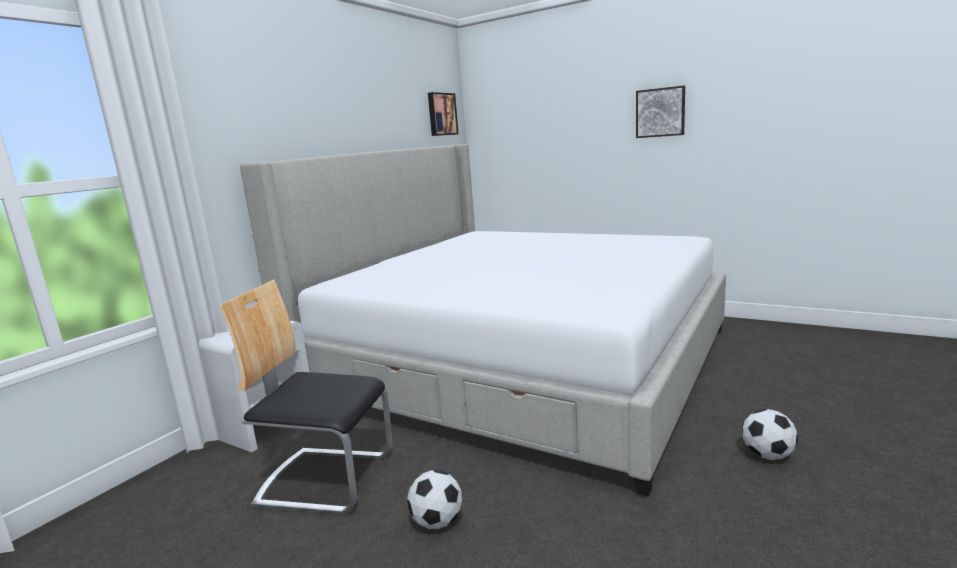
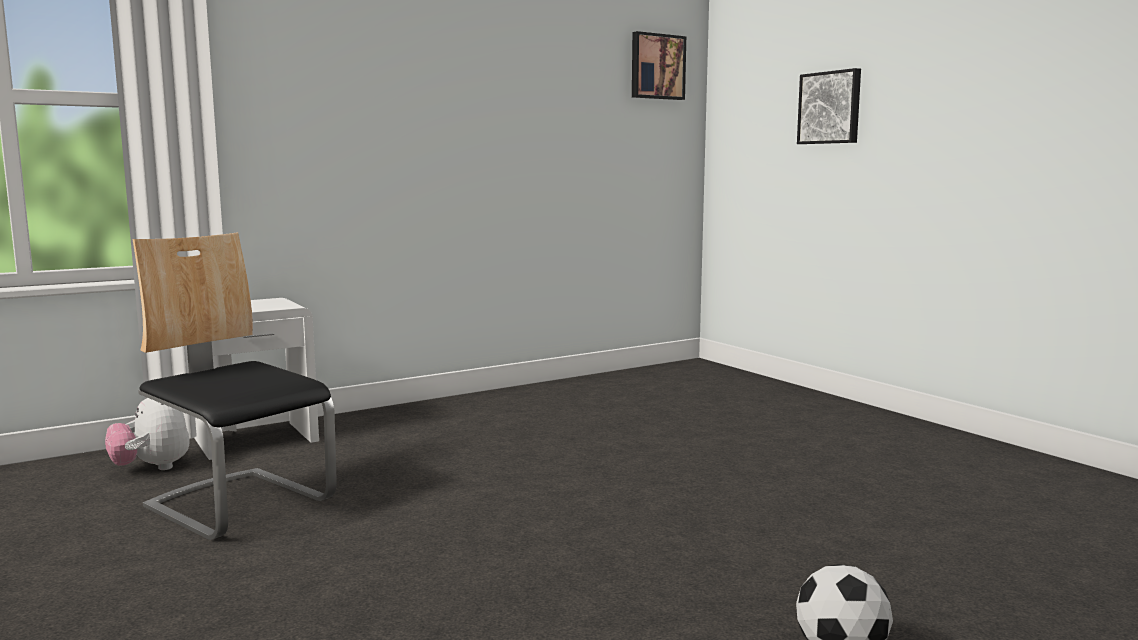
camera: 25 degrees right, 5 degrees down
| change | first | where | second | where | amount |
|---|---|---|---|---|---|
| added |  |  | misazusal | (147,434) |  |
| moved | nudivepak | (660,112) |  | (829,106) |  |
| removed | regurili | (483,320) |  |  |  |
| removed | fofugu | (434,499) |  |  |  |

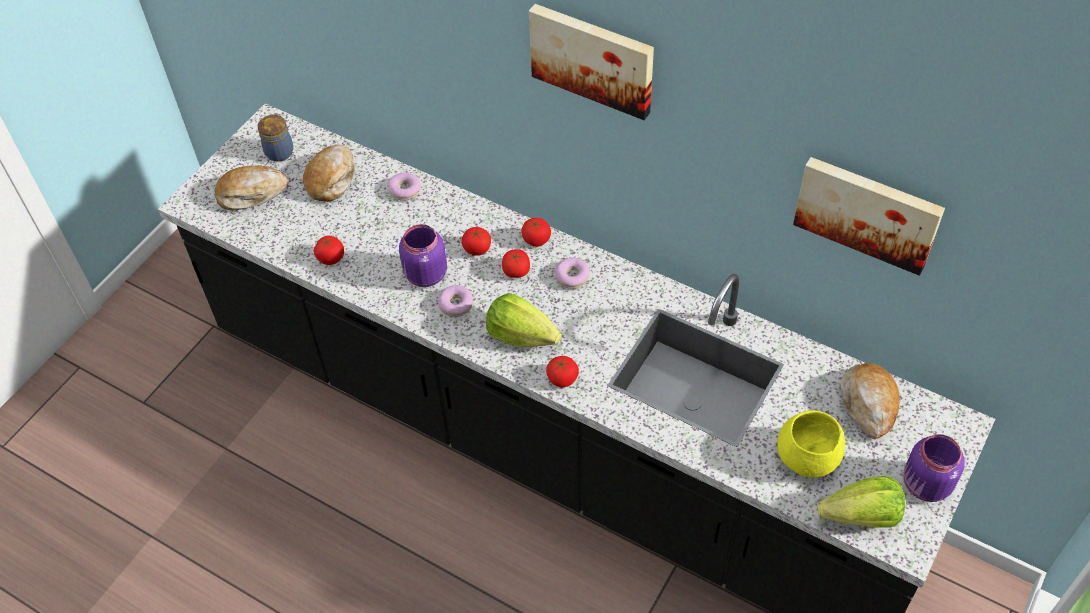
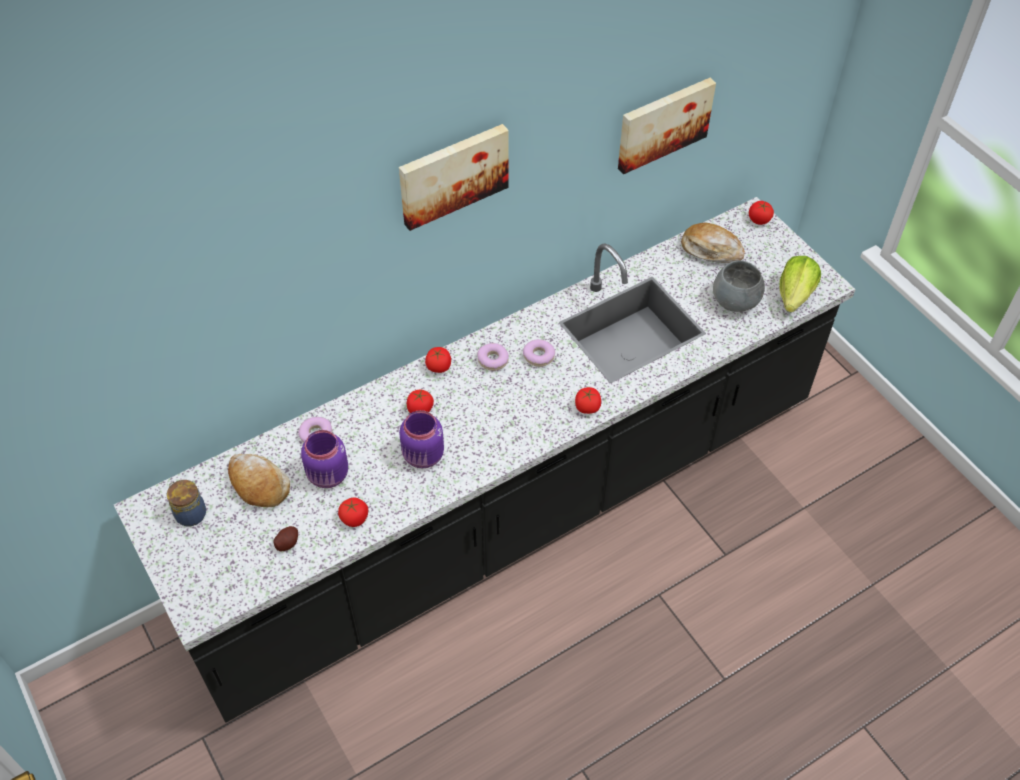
camera: 65 degrees left, 0 degrees up
| change | first | where | second | where | amount |
|---|---|---|---|---|---|
| added |  |  | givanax | (286,539) |  |
| moved | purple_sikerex | (934,468) |  | (324,459) |  |
| moved | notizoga | (455,301) |  | (539,353) |  |
| recoloured | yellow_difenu | (811,443) | grey_difenu | (739,286) |  |
| moved | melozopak | (516,263) |  | (761,213) |  |
| removed | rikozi | (252,188) |  |  |  |
| removed | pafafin | (523,320) |  |  |  |

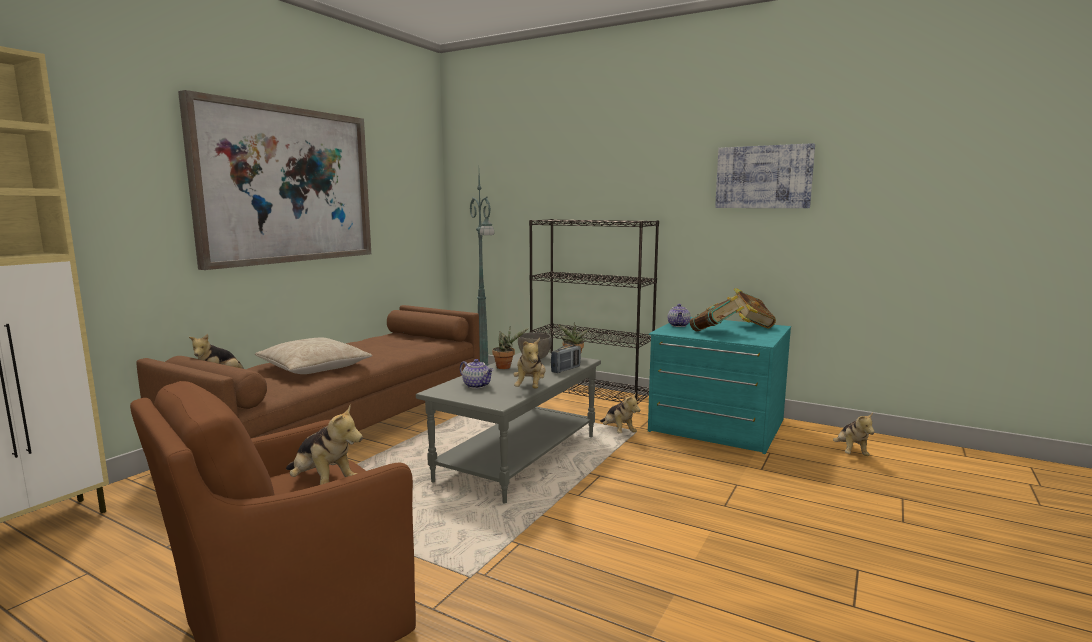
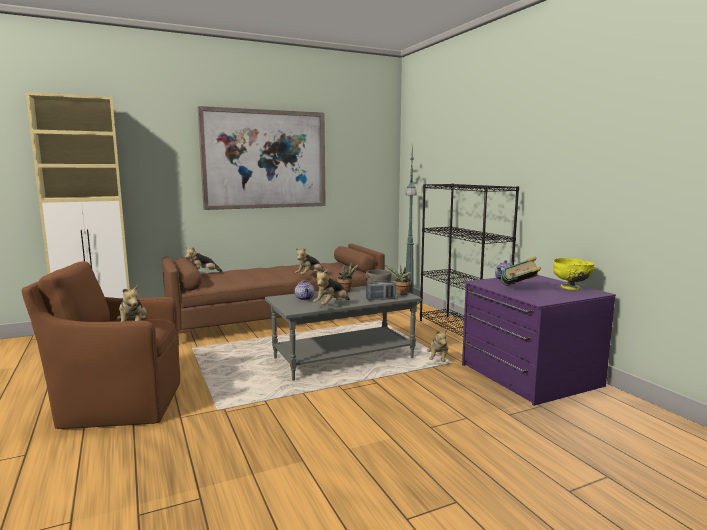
camera: 35 degrees right, 0 degrees up
| change | first | where | second | where | amount |
|---|---|---|---|---|---|
| moved | misazusal | (854,434) |  | (310,261) |  |
| recoloured | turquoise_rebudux | (719,385) | purple_rebudux | (539,340) |  |
| replaced | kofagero | (751,308) | yellow_difenu | (573,274) |  |
| removed | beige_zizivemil | (313,356) |  |  |  |
| removed | nudivepak | (765,175) |  |  |  |

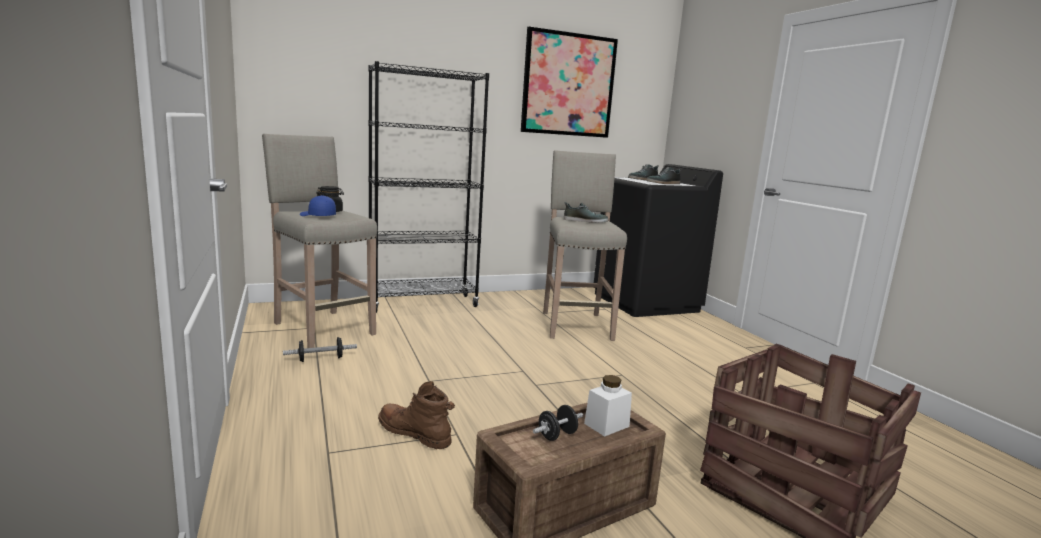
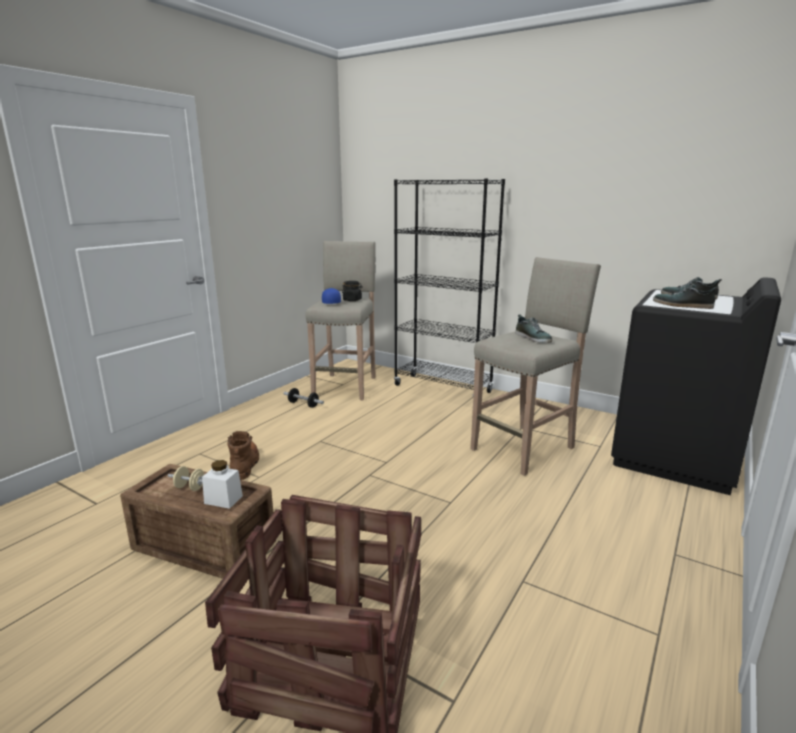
camera: 55 degrees right, 5 degrees up
| change | first | where | second | where | amount |
|---|---|---|---|---|---|
| recoloured | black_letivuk | (558,423) | beige_letivuk | (186,478) |  |
| removed | nudivepak | (569,82) |  |  |  |

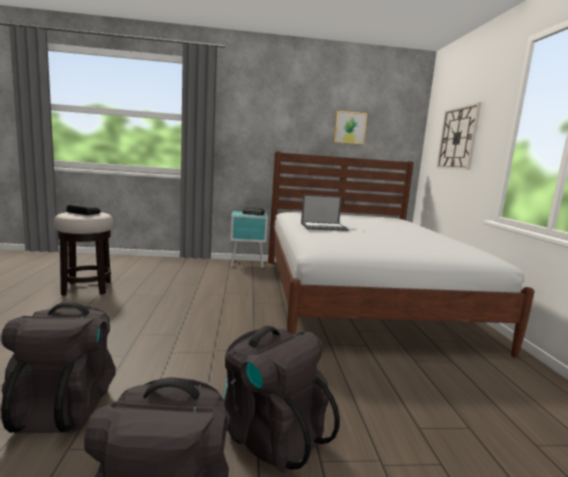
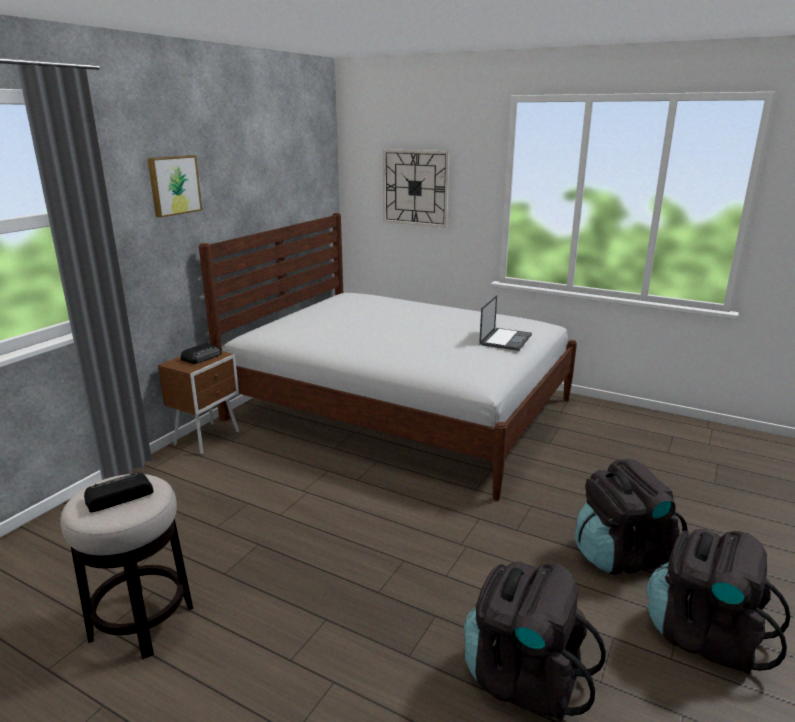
camera: 55 degrees left, 10 degrees up
| change | first | where | second | where | amount |
|---|---|---|---|---|---|
| moved | nudivepak | (350,128) |  | (175,186) |  |
| recoloured | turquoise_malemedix | (249,239) | brown_malemedix | (198,402) |  |
| moved | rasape | (325,212) |  | (505,323) |  |

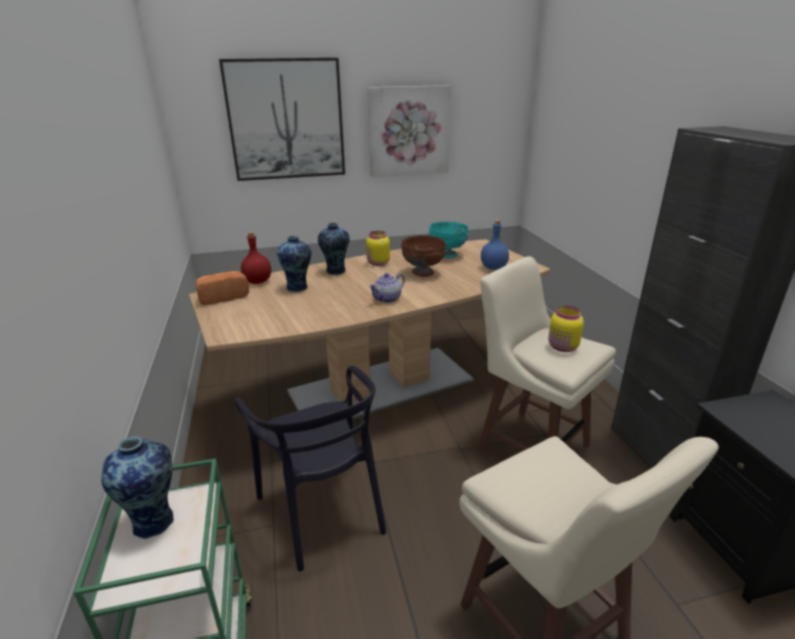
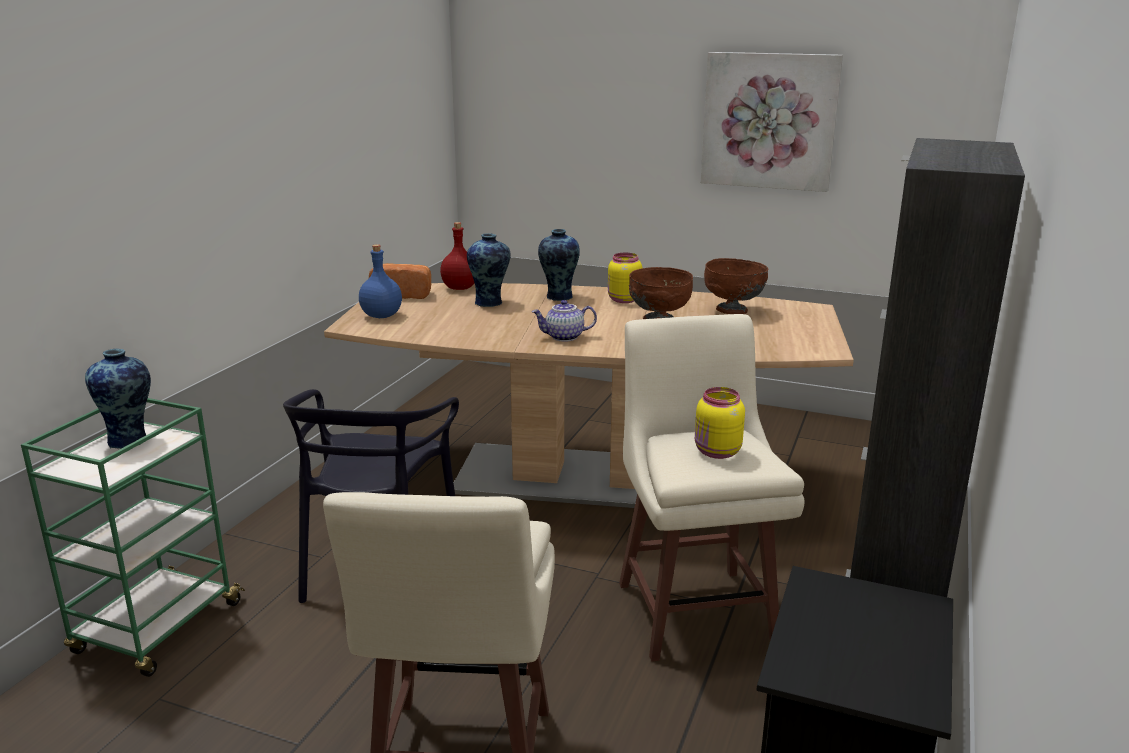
camera: 35 degrees right, 5 degrees down
| change | first | where | second | where | amount |
|---|---|---|---|---|---|
| moved | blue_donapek | (495,245) |  | (380,281) |  |
| recoloured | turquoise_difenu | (449,240) | brown_difenu | (736,286) |  |
| removed | nudivepak | (282,119) |  |  |  |

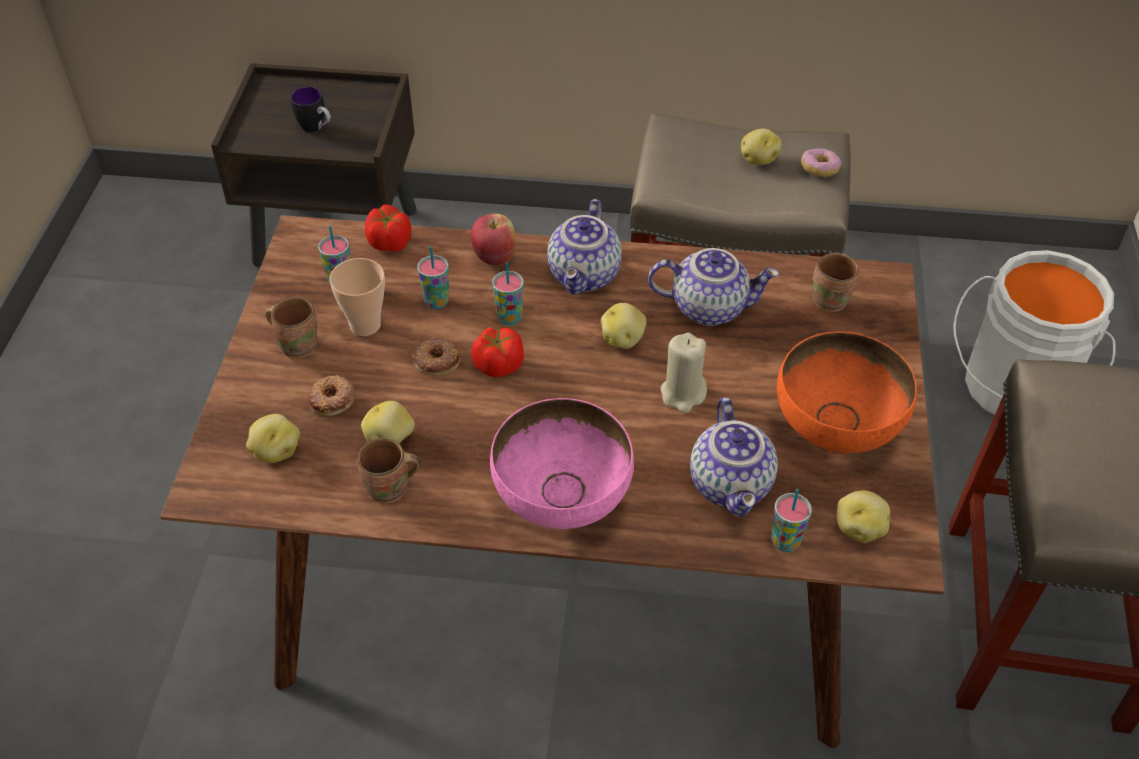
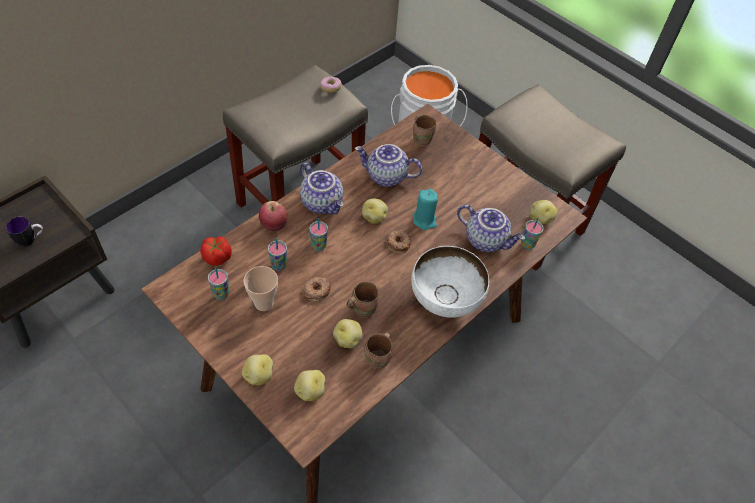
camera: 55 degrees left, 5 degrees up
| change | first | where | second | where | amount |
|---|---|---|---|---|---|
| moved | givanax | (761,146) |  | (257,369) |  |
| moved | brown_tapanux | (291,328) |  | (363,299) |  |
| turned | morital | (713,287) |  | (388,165) | 120 degrees counterclockwise |
| moved | notizoga | (331,395) |  | (399,242) |  |
| recoloured | pink_difenu | (562,463) | white_difenu | (450,282) |  |
| recoloured | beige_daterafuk | (683,373) | turquoise_daterafuk | (425,209) |  |
| removed | melozopak | (497,352) |  |  |  |
| removed | orange_difenu | (847,393) |  |  |  |

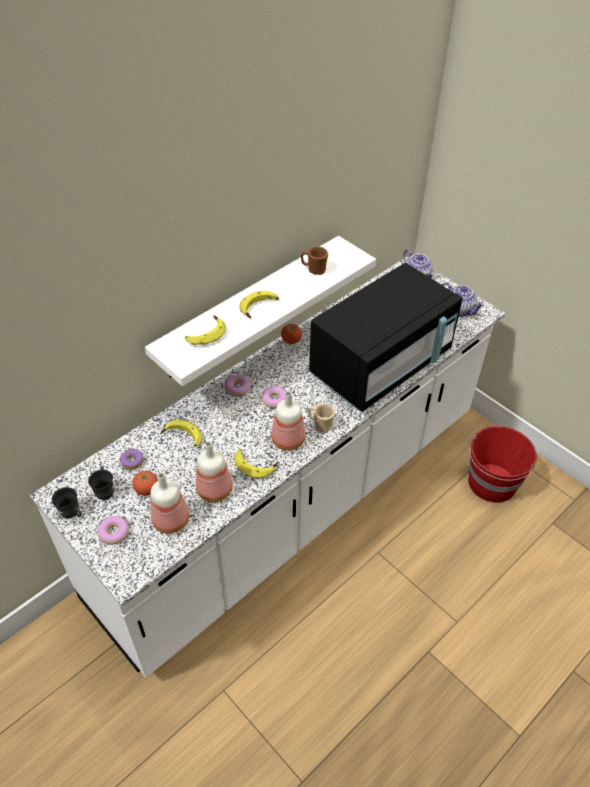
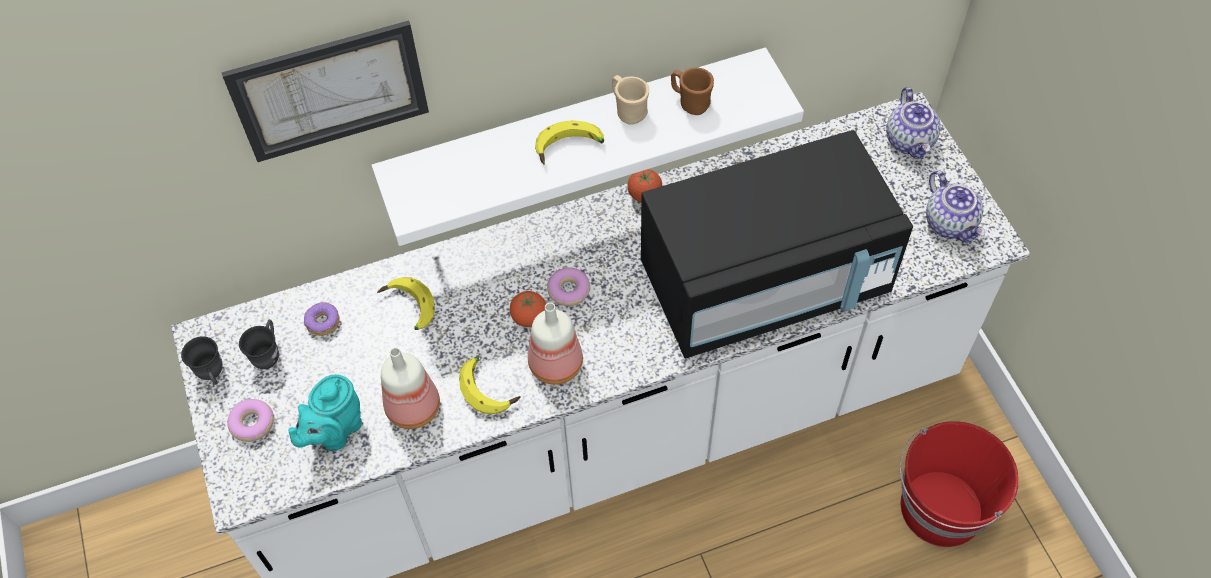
camera: 25 degrees right, 10 degrees up
| change | first | where | second | where | amount |
|---|---|---|---|---|---|
| added |  |  | nudivepak | (325,91) |  |
| replaced | donapek | (169,503) | turquoise_morital | (325,412) |  |
| moved | melozopak | (145,483) |  | (528,309) |  |
| moved | beige_tapanux | (321,418) |  | (630,100) |  |
| removed | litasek | (205,330) |  |  |  |
| removed | notizoga | (237,386) |  |  |  |

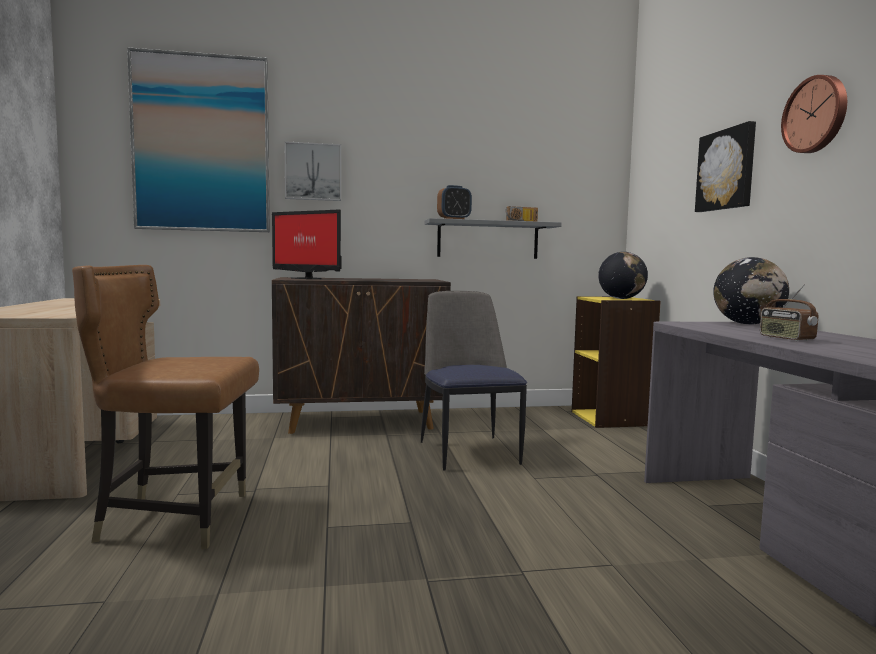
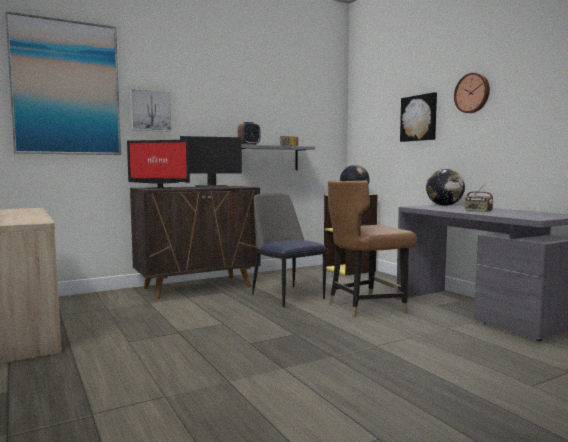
camera: 20 degrees left, 0 degrees up
| change | first | where | second | where | amount |
|---|---|---|---|---|---|
| added |  |  | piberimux | (211,162) |  |
| moved | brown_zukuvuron | (165,407) |  | (372,248) |  |

